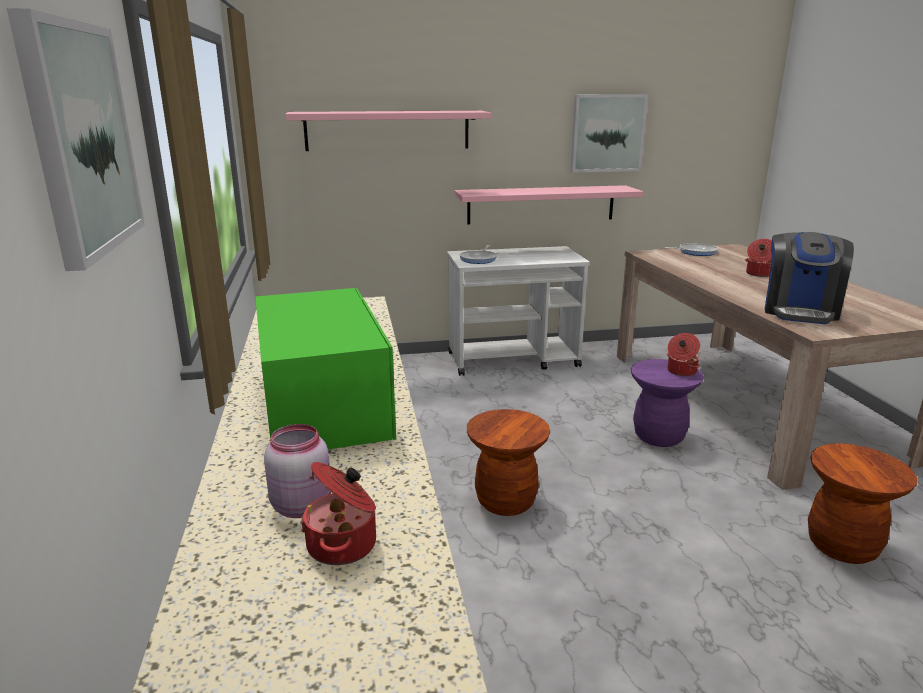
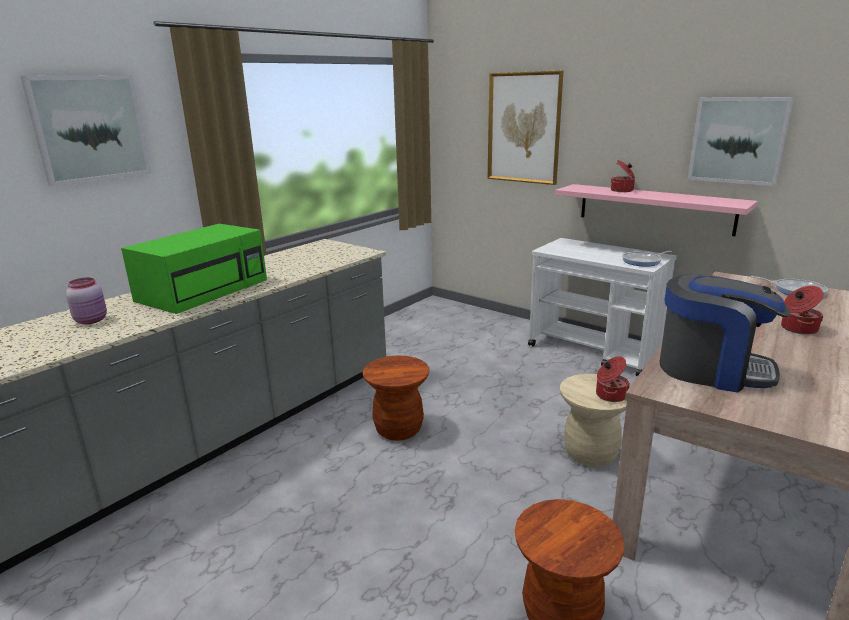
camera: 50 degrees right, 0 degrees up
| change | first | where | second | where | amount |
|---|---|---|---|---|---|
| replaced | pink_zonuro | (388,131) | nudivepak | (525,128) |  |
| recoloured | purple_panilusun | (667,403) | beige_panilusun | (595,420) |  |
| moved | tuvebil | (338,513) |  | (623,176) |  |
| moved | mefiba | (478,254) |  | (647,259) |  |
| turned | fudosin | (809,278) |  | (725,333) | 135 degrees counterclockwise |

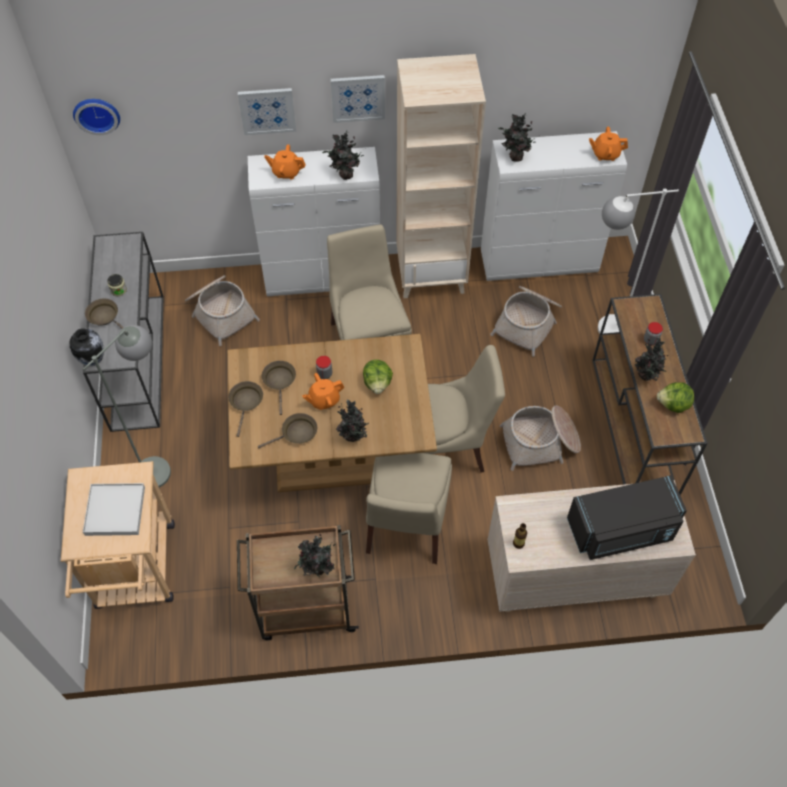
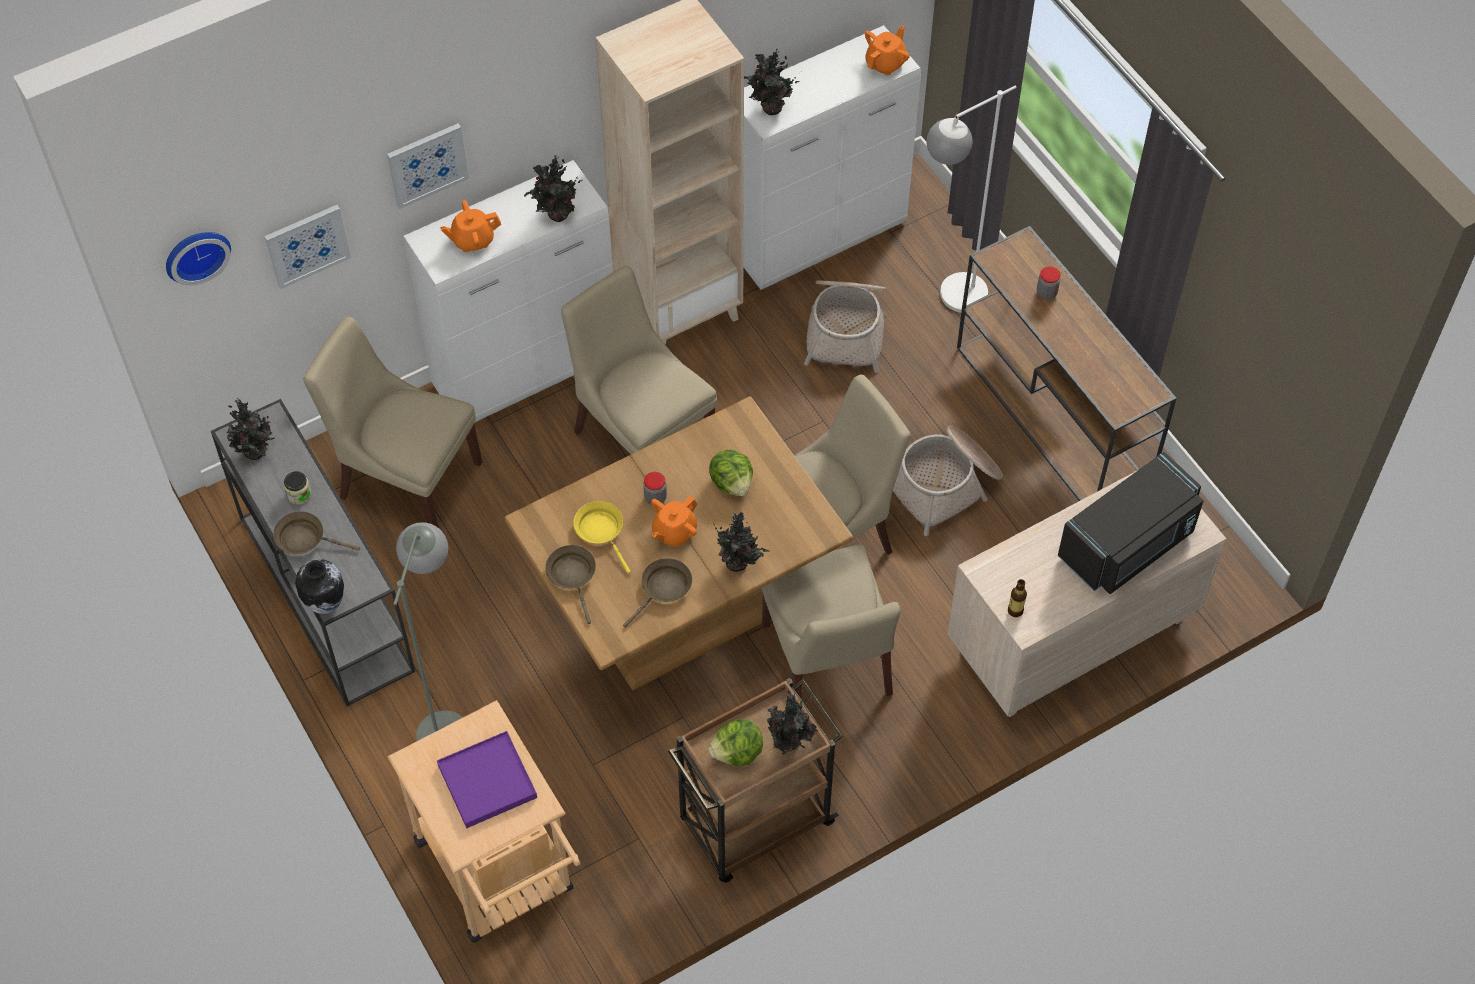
camera: 25 degrees left, 0 degrees up
| change | first | where | second | where | amount |
|---|---|---|---|---|---|
| moved | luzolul | (651,358) |  | (250,429) |  |
| moved | nudivepak | (358,99) |  | (308,247) |  |
| replaced | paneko | (222,310) | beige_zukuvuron | (392,422) |  |
| recoloured | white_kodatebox | (114,509) | purple_kodatebox | (487,779) |  |
| recoloured | brown_mefiba | (279,388) | yellow_mefiba | (602,537) |  |
| moved | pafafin | (675,397) |  | (735,742) |  |
| turned | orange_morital | (608,143) |  | (887,51) | 150 degrees clockwise |

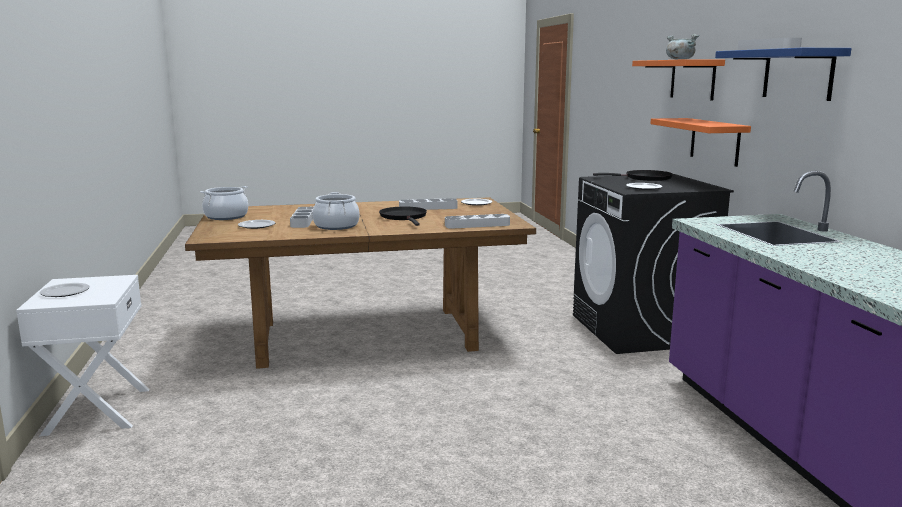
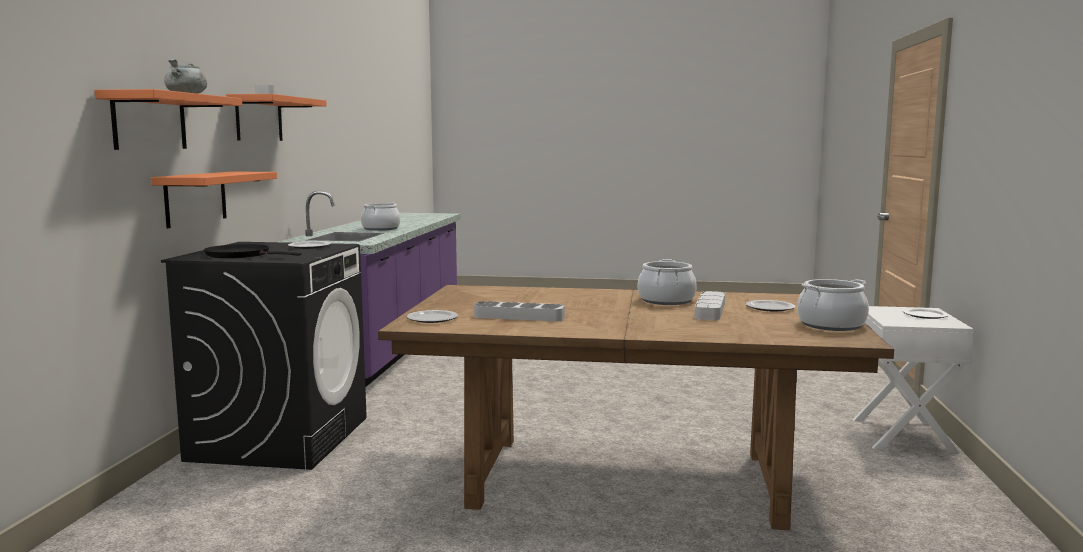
camera: 160 degrees left, 5 degrees down
| change | first | where | second | where | amount |
|---|---|---|---|---|---|
| recoloured | blue_zonuro | (783,74) | orange_zonuro | (276,117) |  |
| added |  |  | tuvebil | (380,216) |  |
| removed | black_mefiba | (403,216) |  |  |  |
| removed | grey_kodatebox | (477,221) |  |  |  |

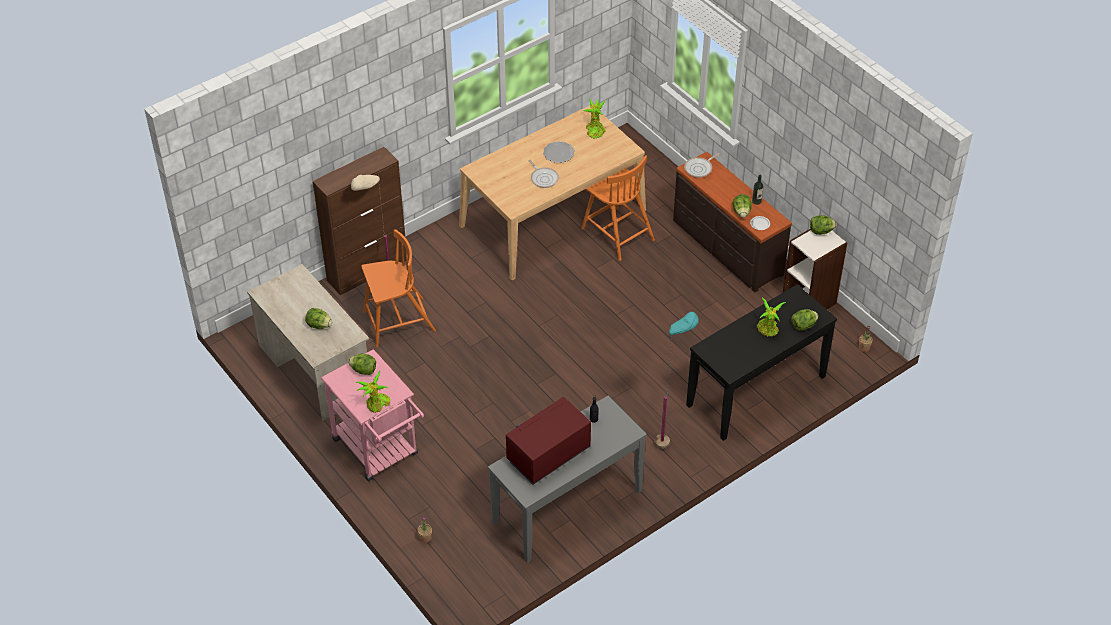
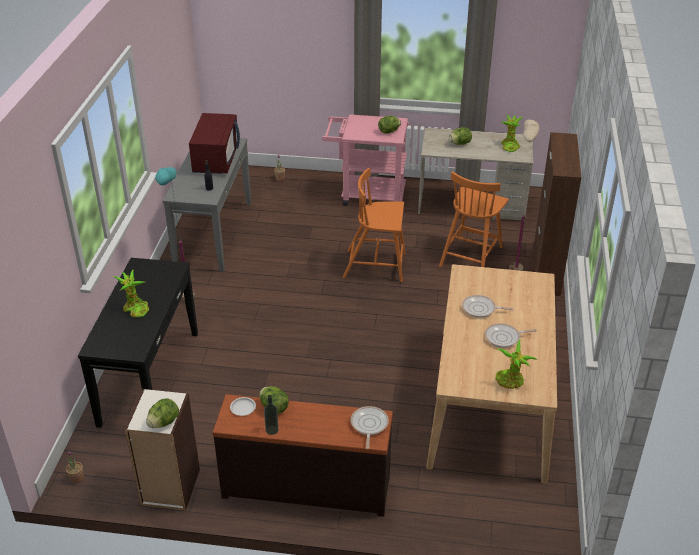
camera: 135 degrees right, 10 degrees down
| change | first | where | second | where | amount |
|---|---|---|---|---|---|
| moved | orange_zukuvuron | (618,208) |  | (374,225) |  |
| replaced | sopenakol | (559,152) | mefiba | (511,335) |  |
| moved | luzolul | (372,392) |  | (511,133) |  |
| removed | pafafin | (804,320) |  |  |  |

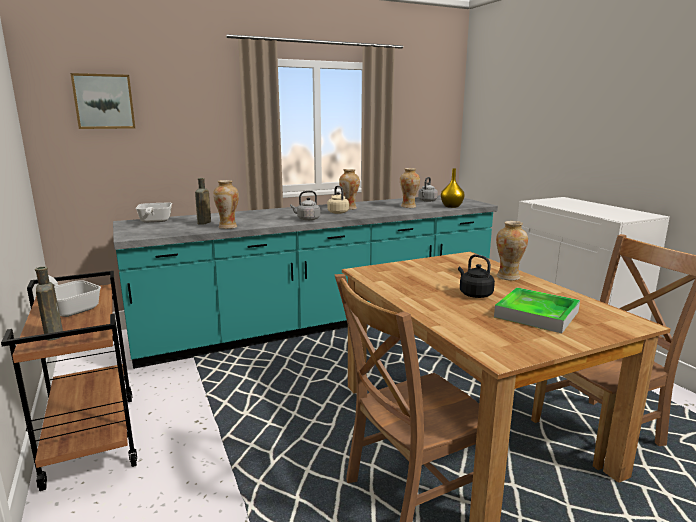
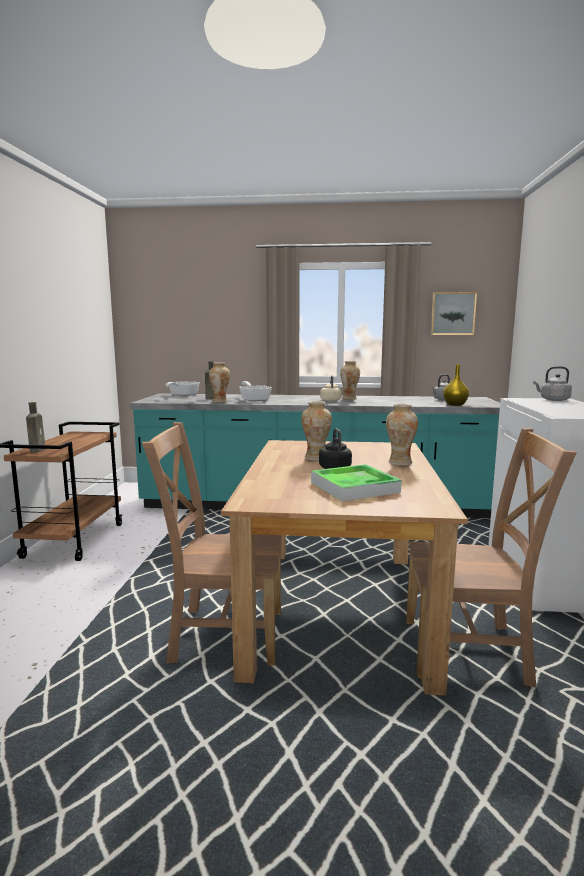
camera: 30 degrees right, 5 degrees down
| change | first | where | second | where | amount |
|---|---|---|---|---|---|
| moved | mefiba | (74,296) |  | (255,391) |  |
| moved | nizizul | (410,188) |  | (316,431) |  |
| moved | nudivepak | (103,101) |  | (454,313) |  |
| moved | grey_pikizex | (305,206) |  | (552,383) |  |

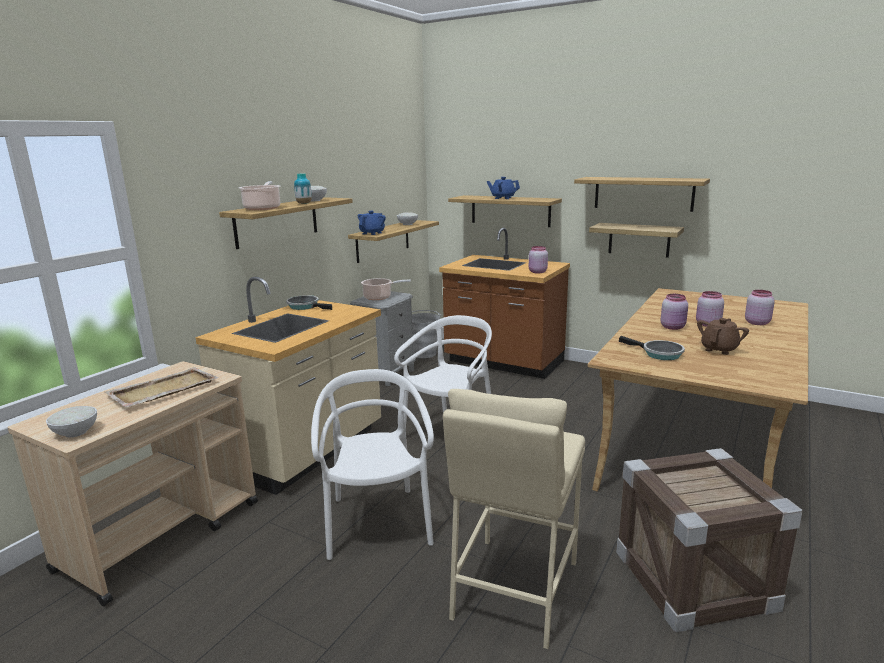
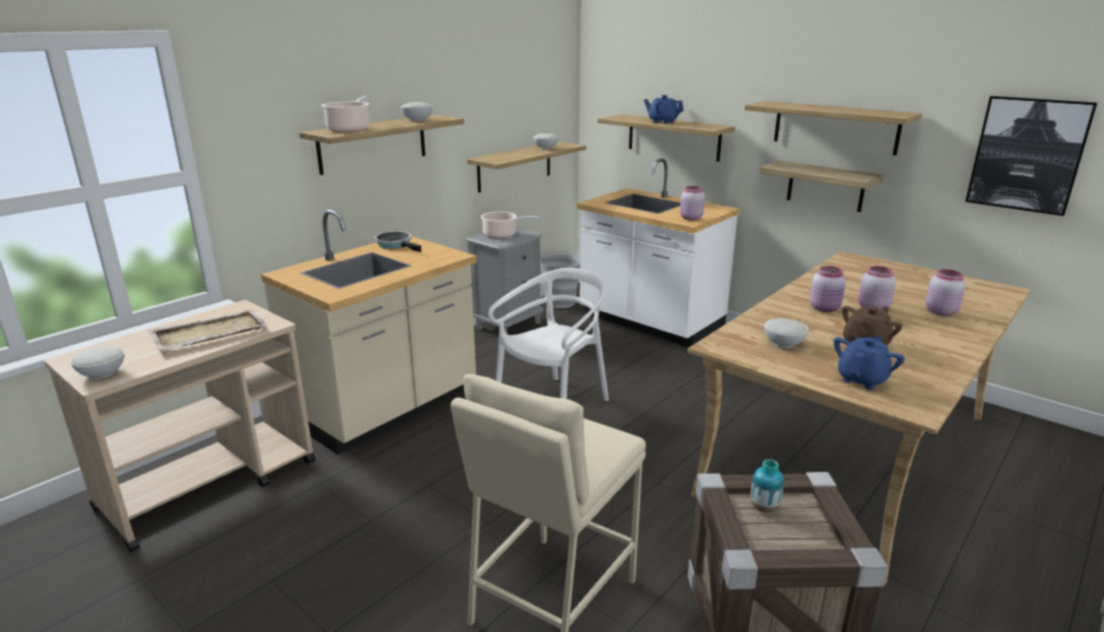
camera: 10 degrees right, 5 degrees up
| change | first | where | second | where | amount |
|---|---|---|---|---|---|
| recoloured | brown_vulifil | (504,303) | white_vulifil | (658,253) |  |
| moved | nizizul | (303,188) |  | (767,486) |  |
| replaced | mefiba | (652,348) | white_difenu | (786,333) |  |
| moved | blue_morital | (372,223) |  | (869,362) |  |
| added |  |  | nudivepak | (1031,156) |  |
| removed | white_zukuvuron | (372,464) |  |  |  |

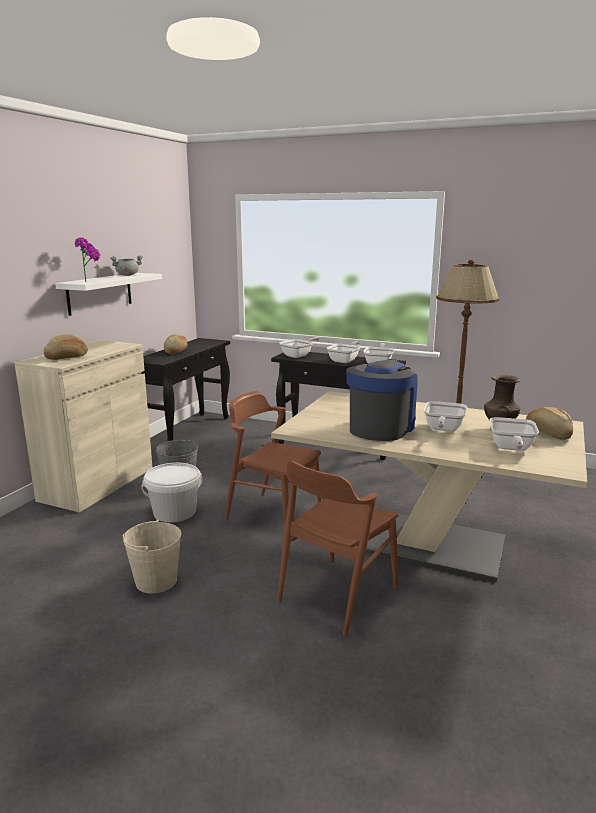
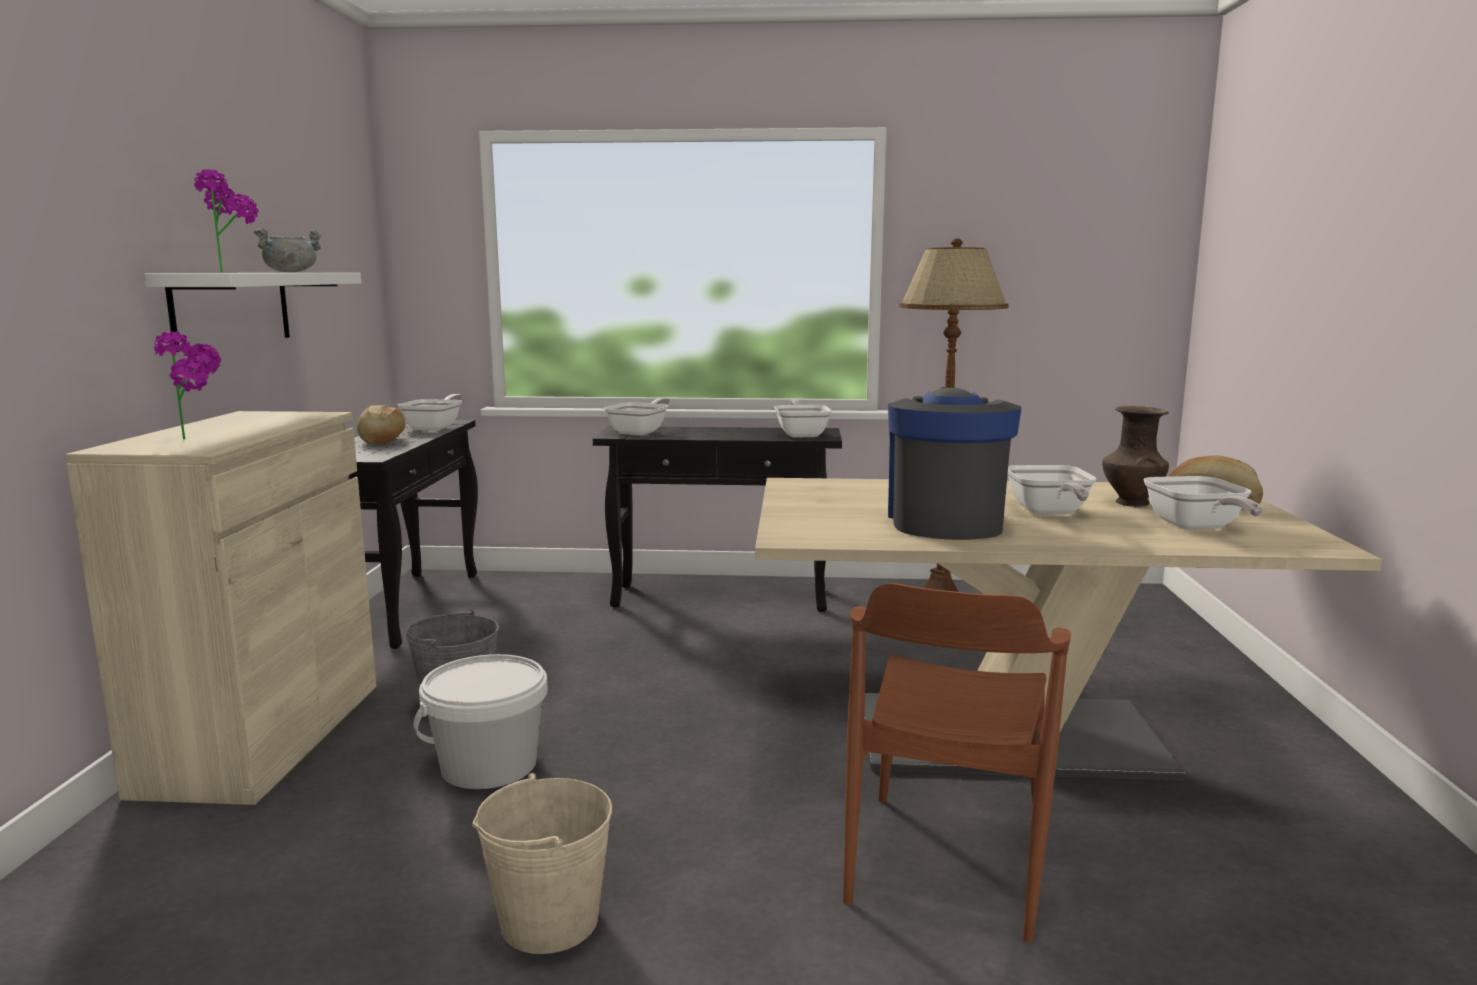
camera: 20 degrees left, 5 degrees down
| change | first | where | second | where | amount |
|---|---|---|---|---|---|
| replaced | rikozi | (66,347) | luzolul | (187,386) |  |
| moved | mefiba | (343,352) |  | (430,412) |  |
| removed | brown_zukuvuron | (273,460) |  |  |  |

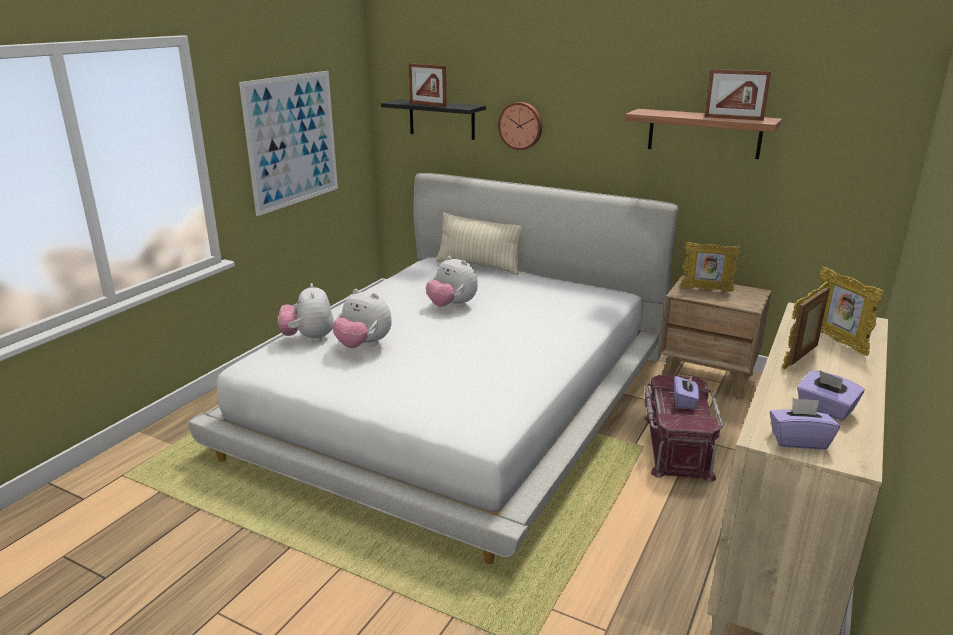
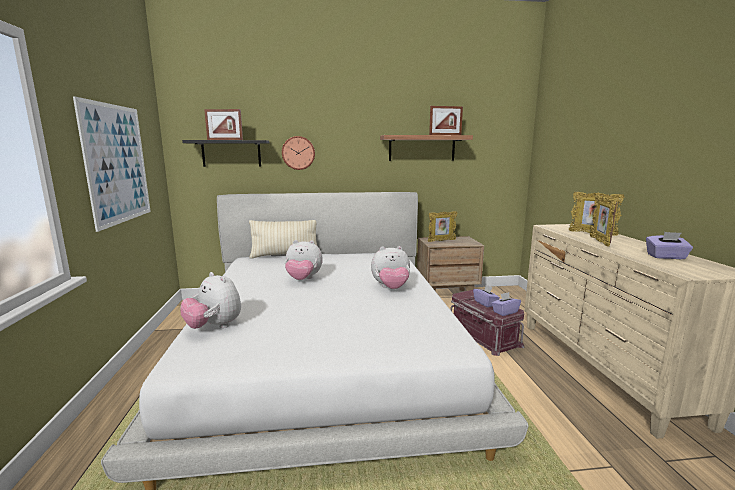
camera: 35 degrees left, 10 degrees down
| change | first | where | second | where | amount |
|---|---|---|---|---|---|
| moved | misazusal | (362,318) |  | (390,267) |  |
| moved | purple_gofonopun | (804,424) |  | (506,304) |  |

